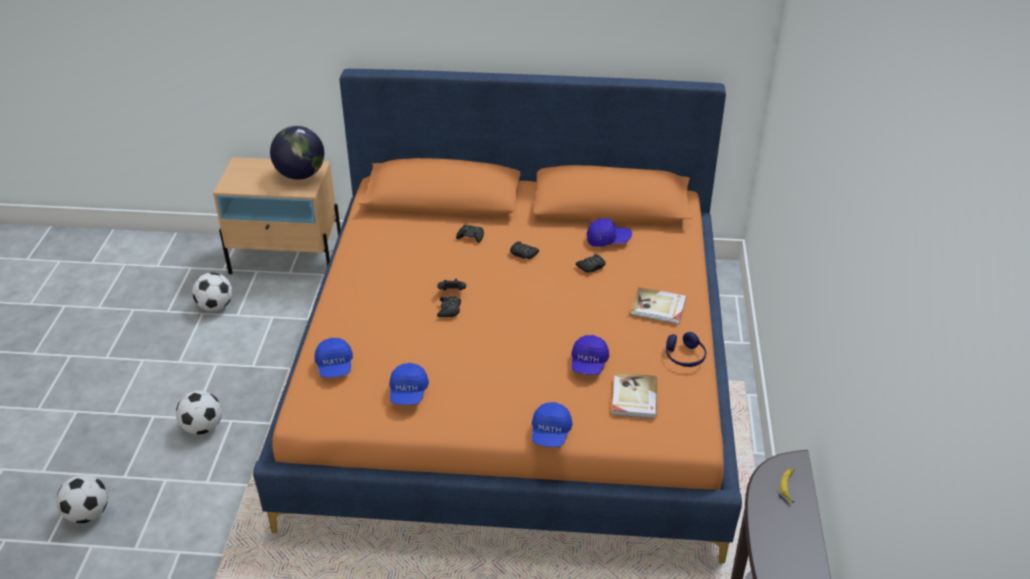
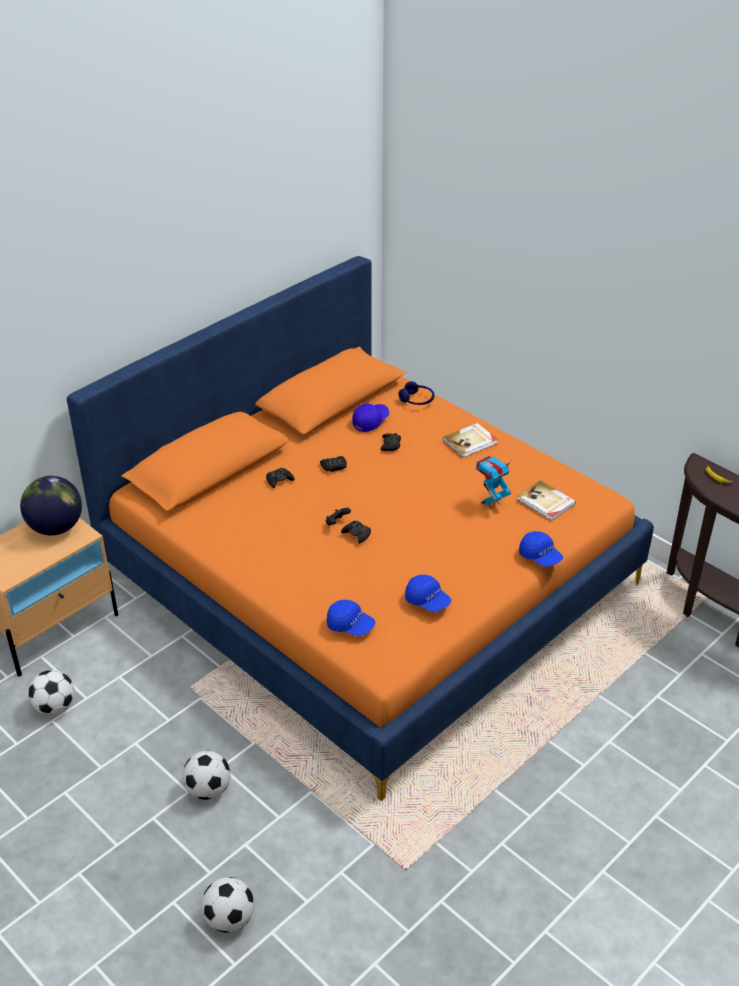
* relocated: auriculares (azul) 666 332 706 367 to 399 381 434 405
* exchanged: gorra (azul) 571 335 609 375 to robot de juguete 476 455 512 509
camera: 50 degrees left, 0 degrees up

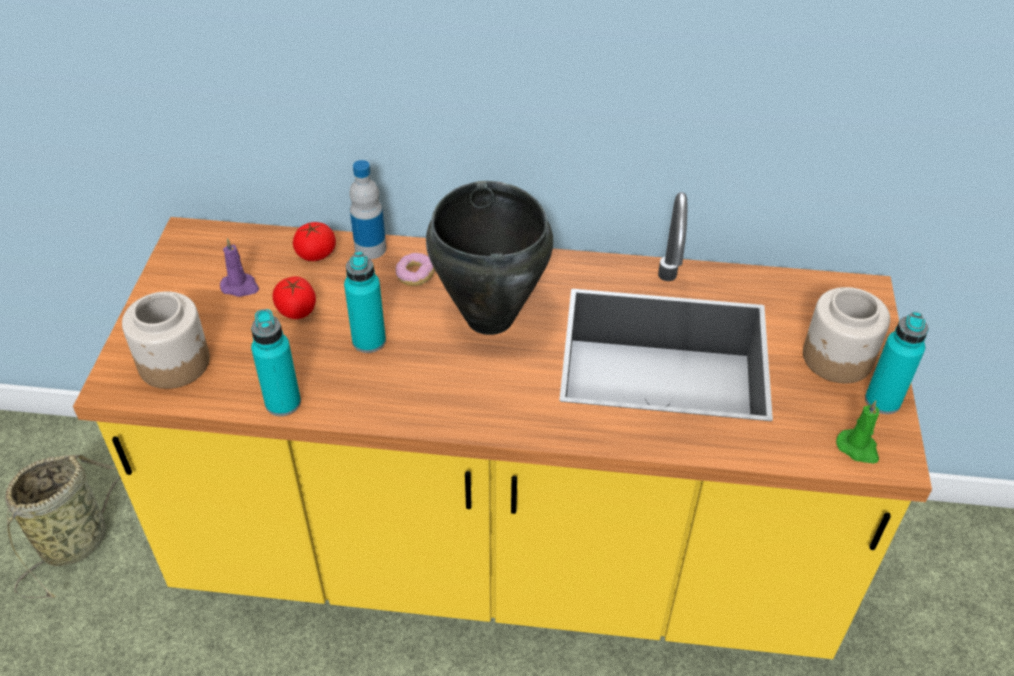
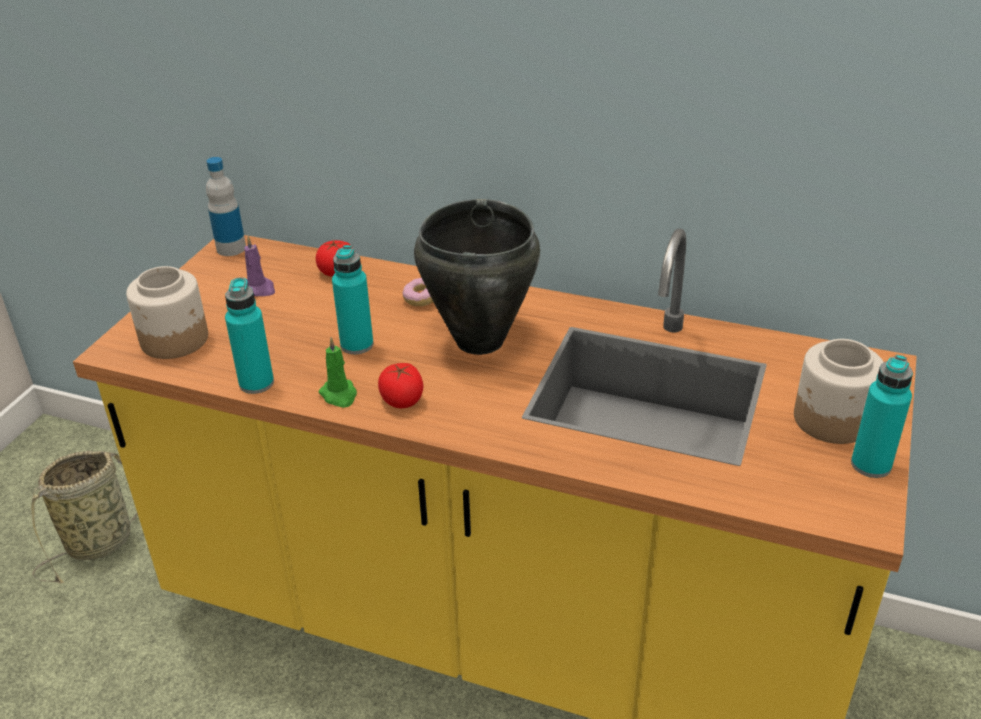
* relocated: botella 349 160 386 259 to 206 157 246 256
* relocated: vela (verde) 836 400 879 463 to 318 337 357 408
* relocated: tomate 273 276 316 319 to 378 363 423 408
camera: 15 degrees right, 10 degrees down

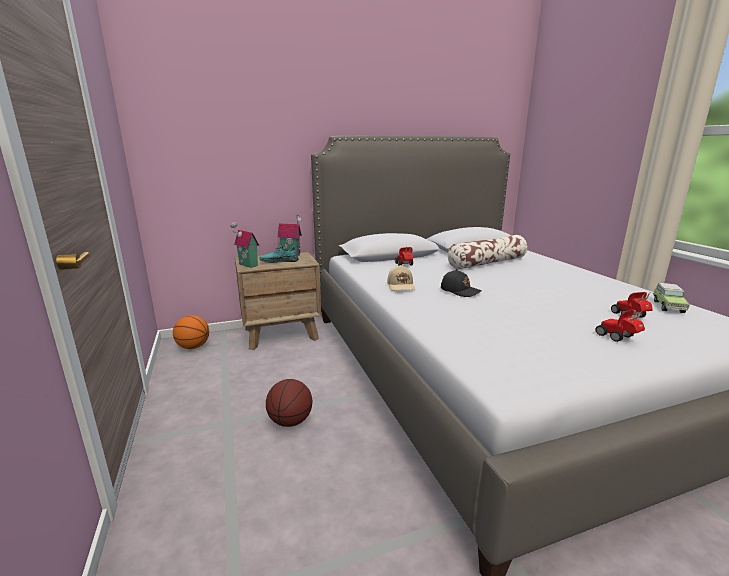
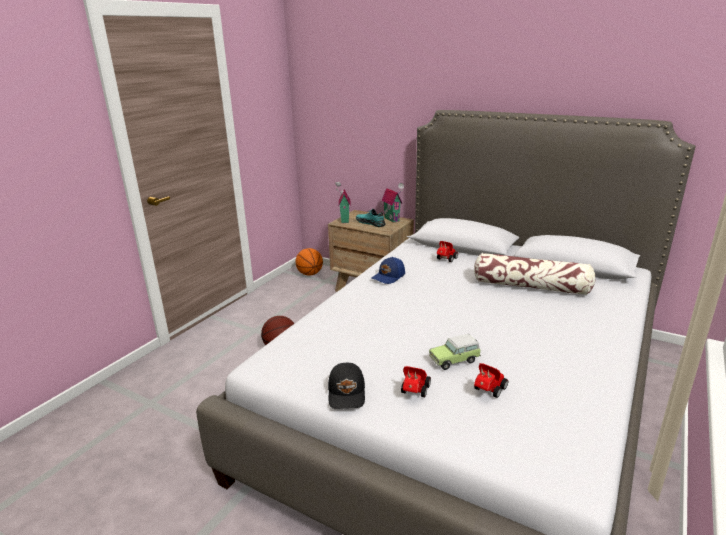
* relocated: gorra (negro) 441 270 482 297 to 328 363 365 409
* colour: gorra (beis) 387 265 415 291 to gorra (azul) 371 257 405 284
* relocated: coche de juguete 653 283 690 313 to 429 334 481 370
camera: 50 degrees right, 5 degrees up

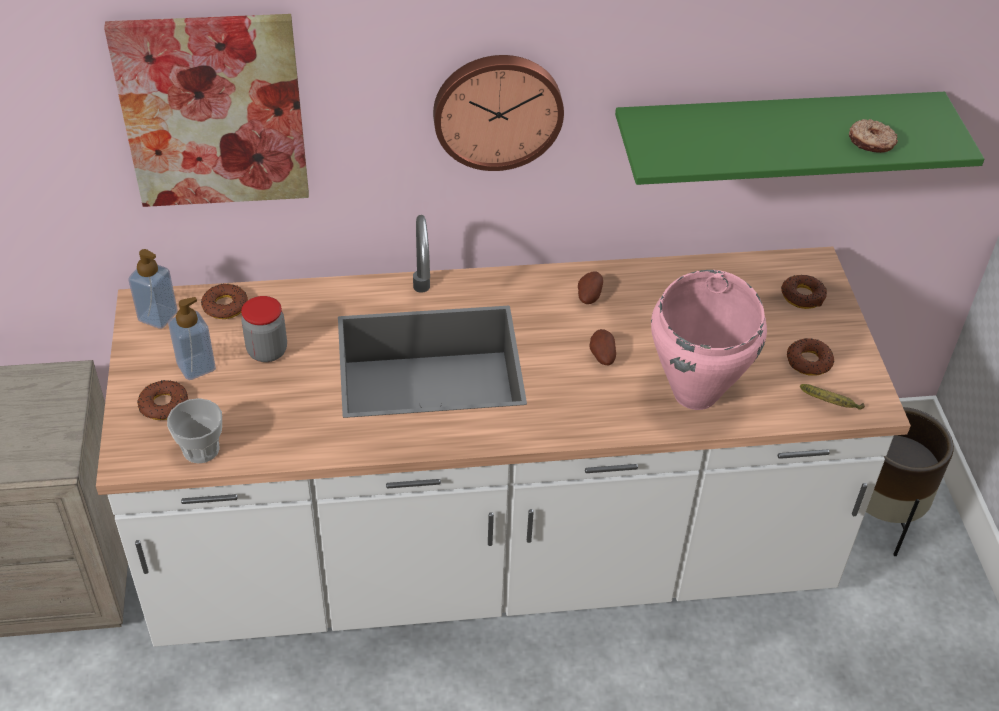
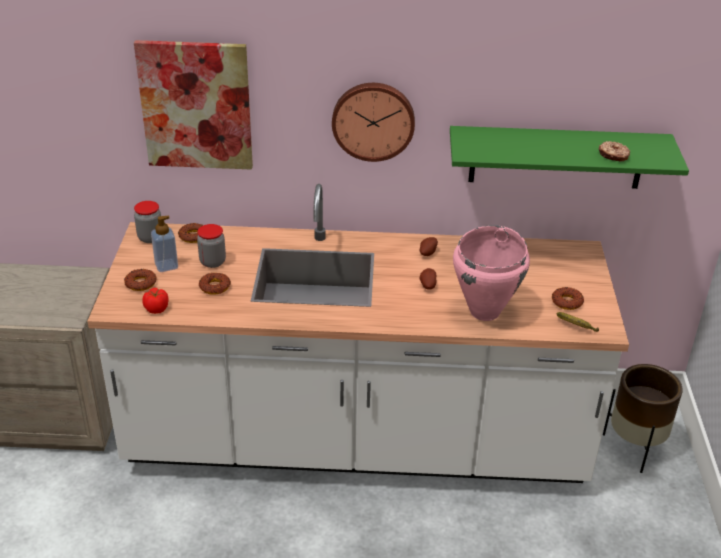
* exchanged: dispensador de jabón 128 249 178 329 to tarro 134 201 161 243
* exchanged: taza 167 398 222 463 to tomate 143 288 169 314
* relocated: rosquilla 781 275 827 309 to 199 273 231 295
camera: 10 degrees right, 10 degrees down

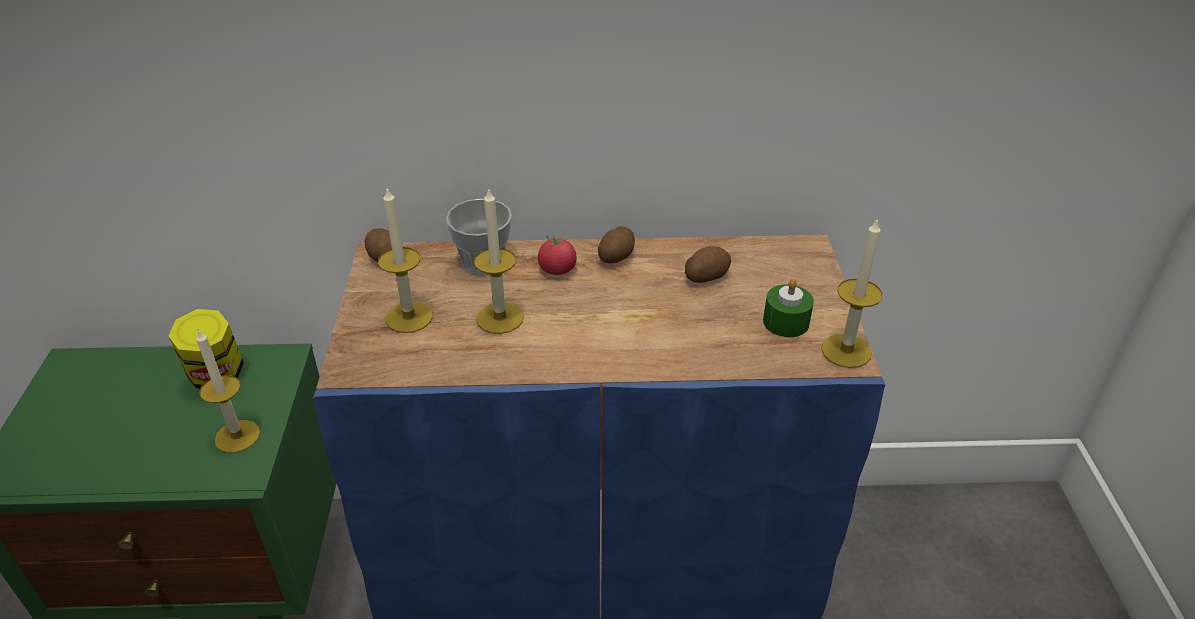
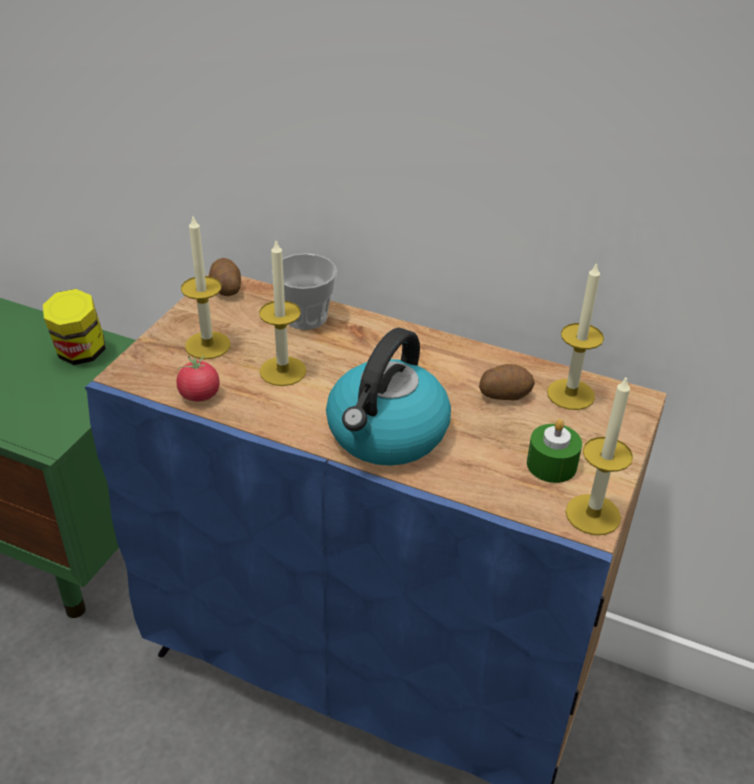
* relocated: tomate 538 232 577 275 to 176 356 220 402
* appeared: hervidor 326 328 451 466
* relocated: vela 196 329 260 453 to 547 262 604 410
* missing: patata 598 226 635 263
camera: 25 degrees right, 0 degrees up

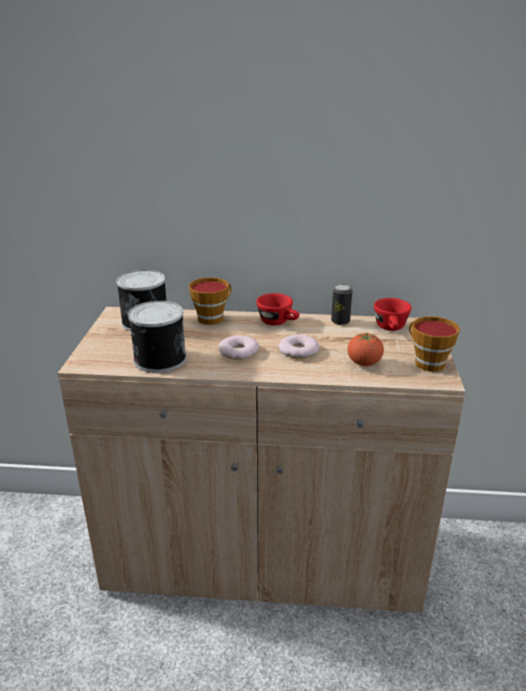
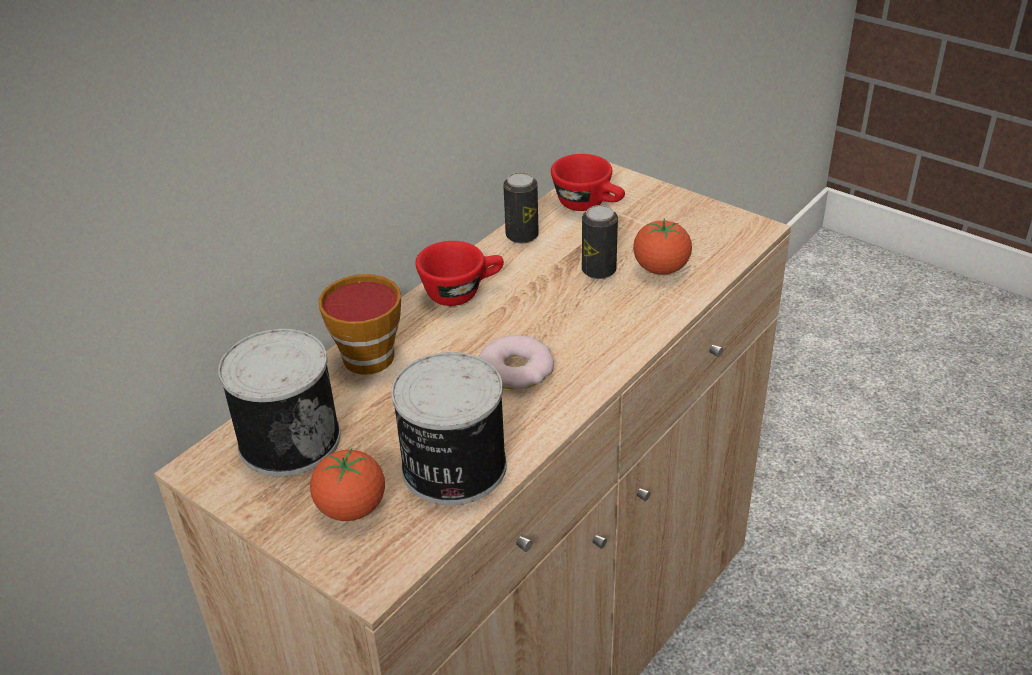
* appeared: tomate 310 448 385 521
* appeared: lata 582 205 618 279
* missing: rosquilla 278 334 320 359
* missing: taza 409 316 460 372
camera: 55 degrees left, 10 degrees up

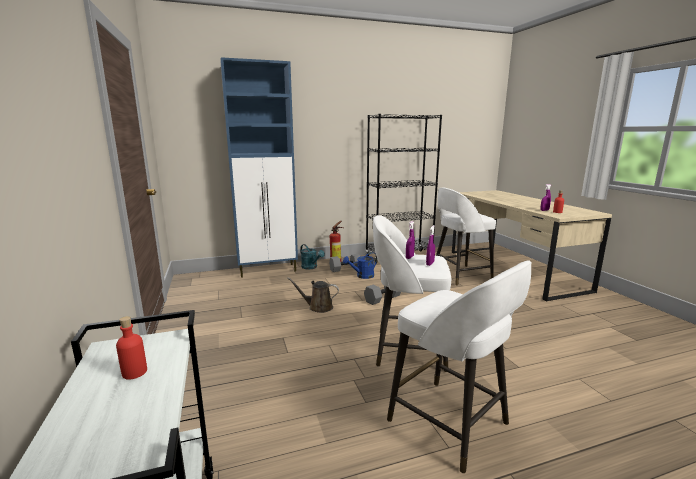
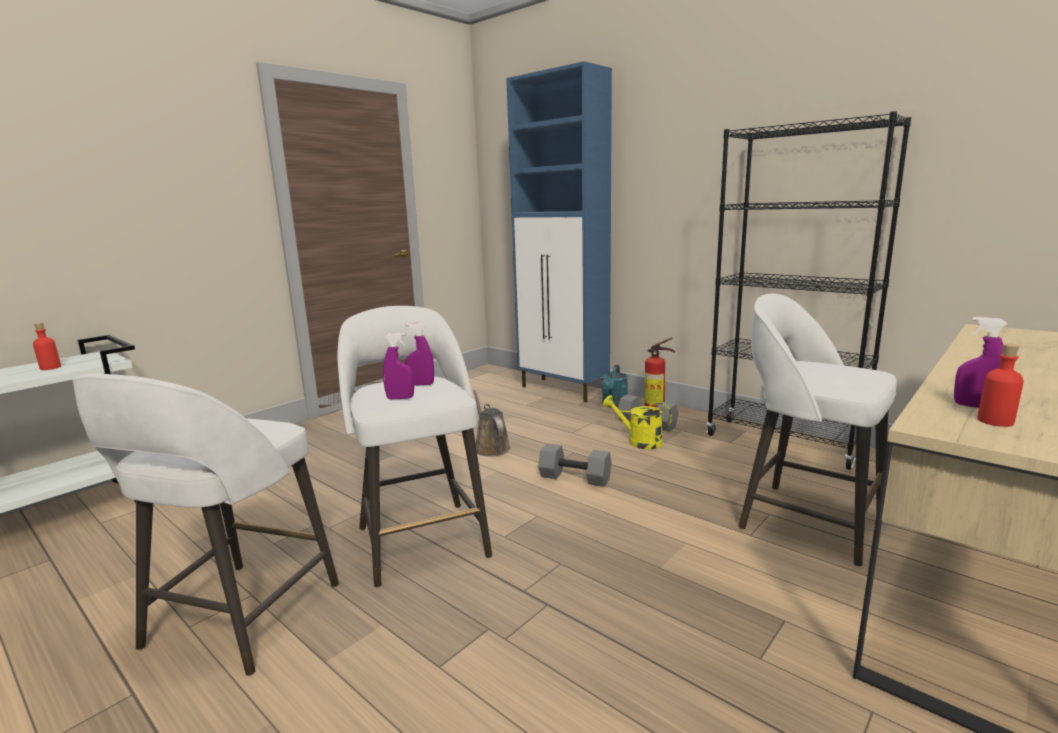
* colour: regadera (azul) 343 252 377 279 to regadera (amarillo) 602 395 672 449
camera: 60 degrees right, 0 degrees up

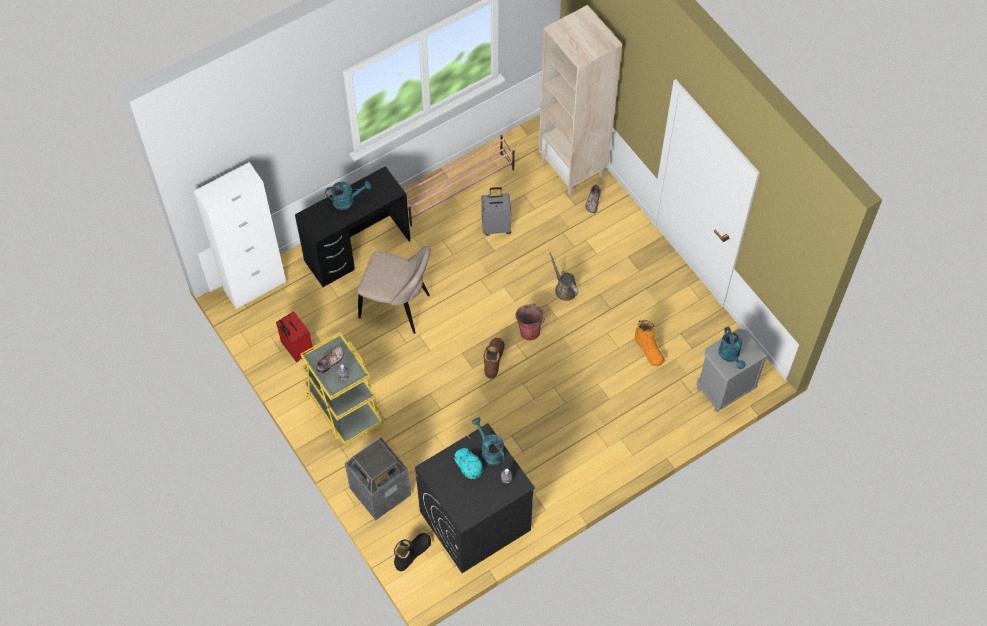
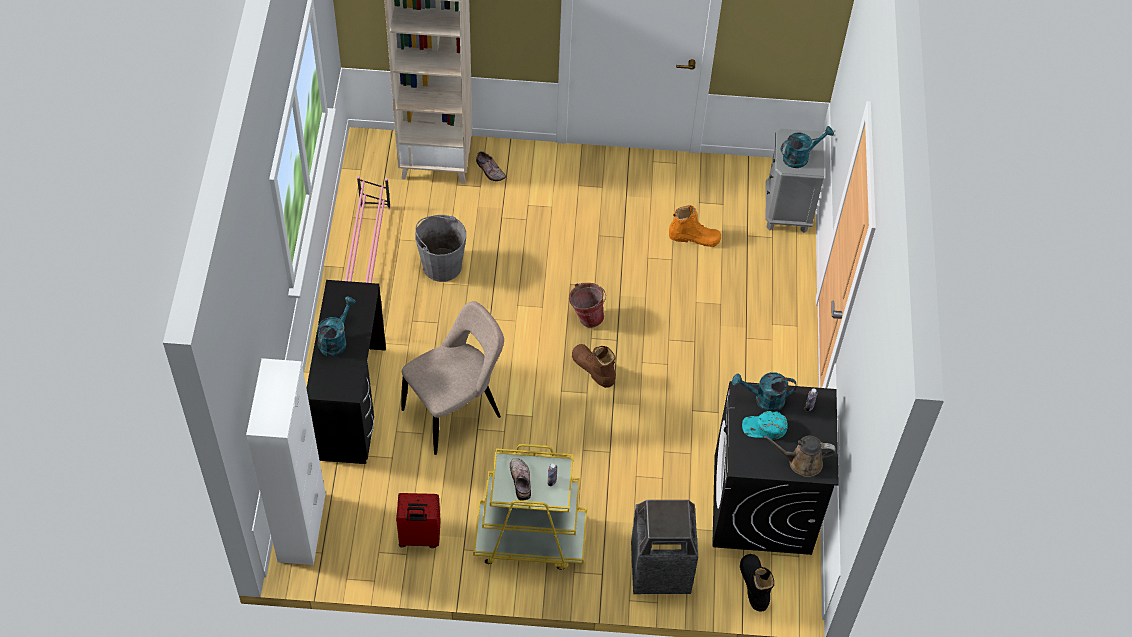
* exchanged: maleta (gris) 481 187 511 236 to cubo (gris) 415 215 466 282
* relocated: regadera (marrón) 549 253 578 301 to 763 436 836 477
* spun: regadera (turquesa) 719 327 746 369 = 781 126 834 168 45 degrees counterclockwise
camera: 55 degrees left, 5 degrees down

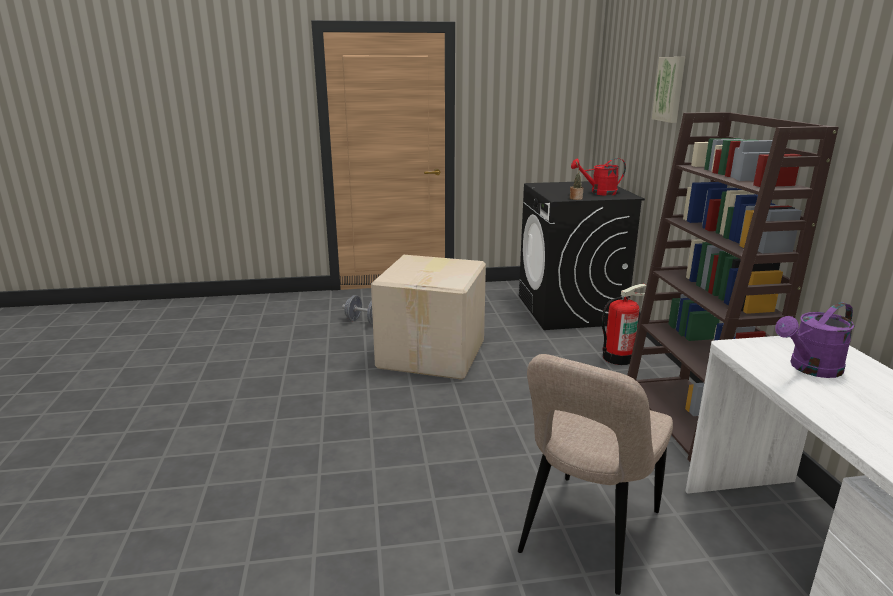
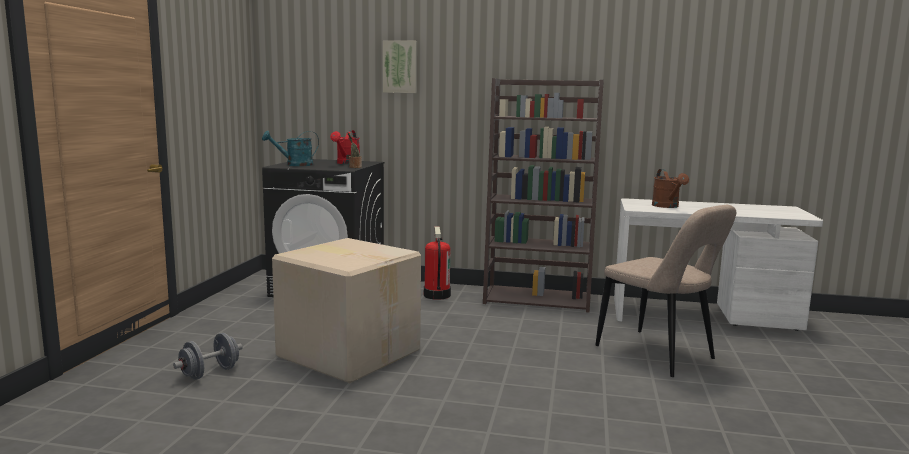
* appeared: regadera (turquesa) 262 131 319 166
* colour: regadera (morado) 775 302 855 378 to regadera (marrón) 652 169 689 208
camera: 70 degrees left, 10 degrees down

